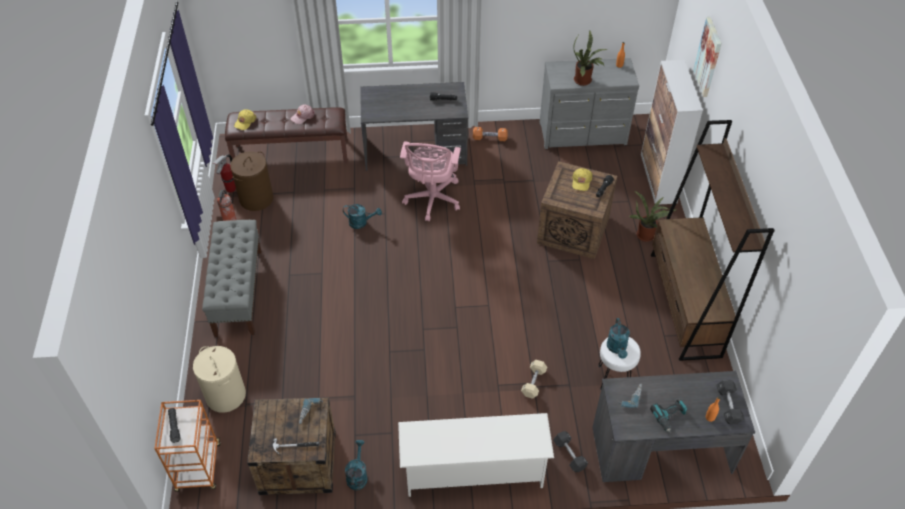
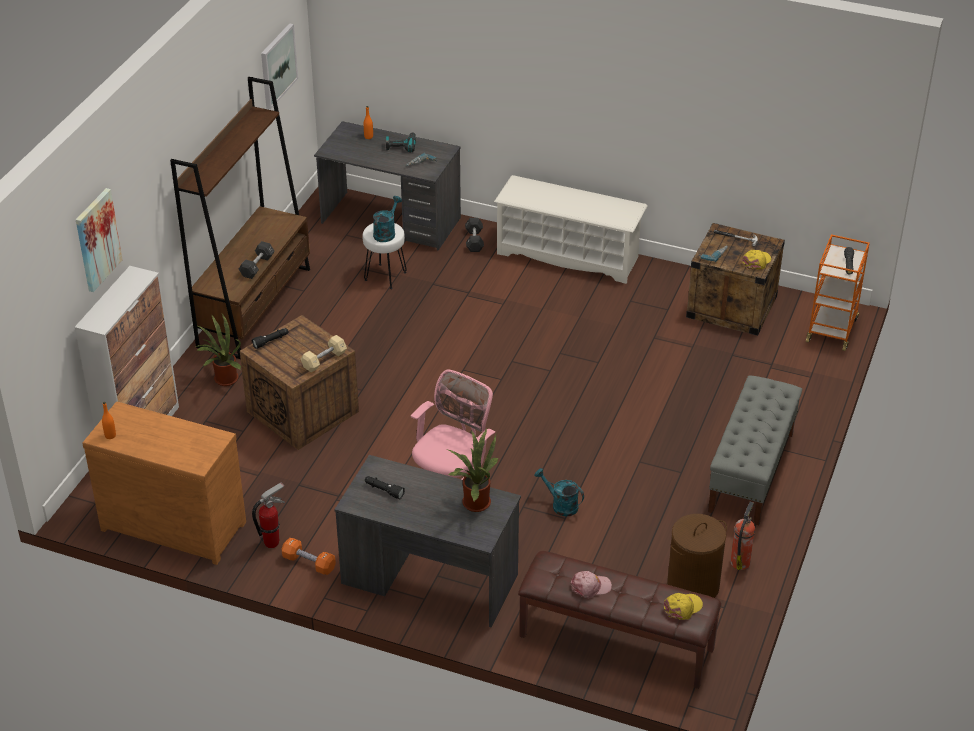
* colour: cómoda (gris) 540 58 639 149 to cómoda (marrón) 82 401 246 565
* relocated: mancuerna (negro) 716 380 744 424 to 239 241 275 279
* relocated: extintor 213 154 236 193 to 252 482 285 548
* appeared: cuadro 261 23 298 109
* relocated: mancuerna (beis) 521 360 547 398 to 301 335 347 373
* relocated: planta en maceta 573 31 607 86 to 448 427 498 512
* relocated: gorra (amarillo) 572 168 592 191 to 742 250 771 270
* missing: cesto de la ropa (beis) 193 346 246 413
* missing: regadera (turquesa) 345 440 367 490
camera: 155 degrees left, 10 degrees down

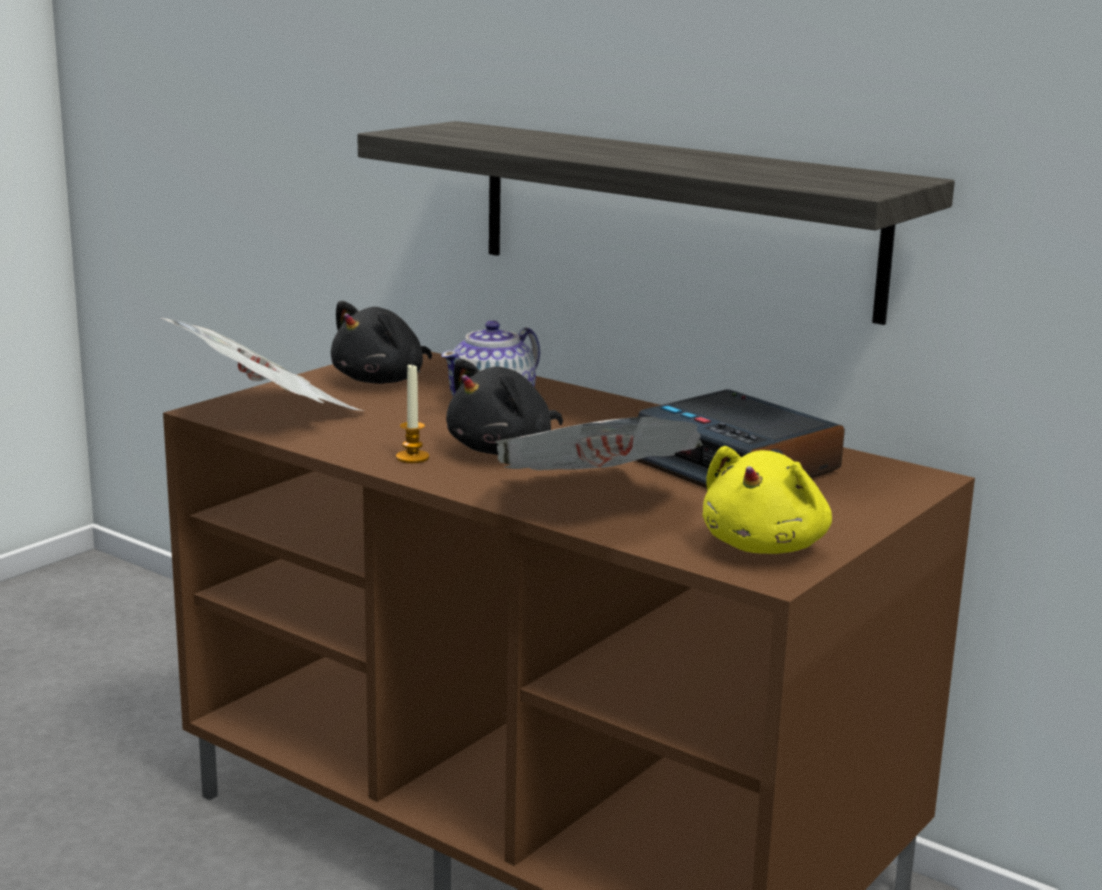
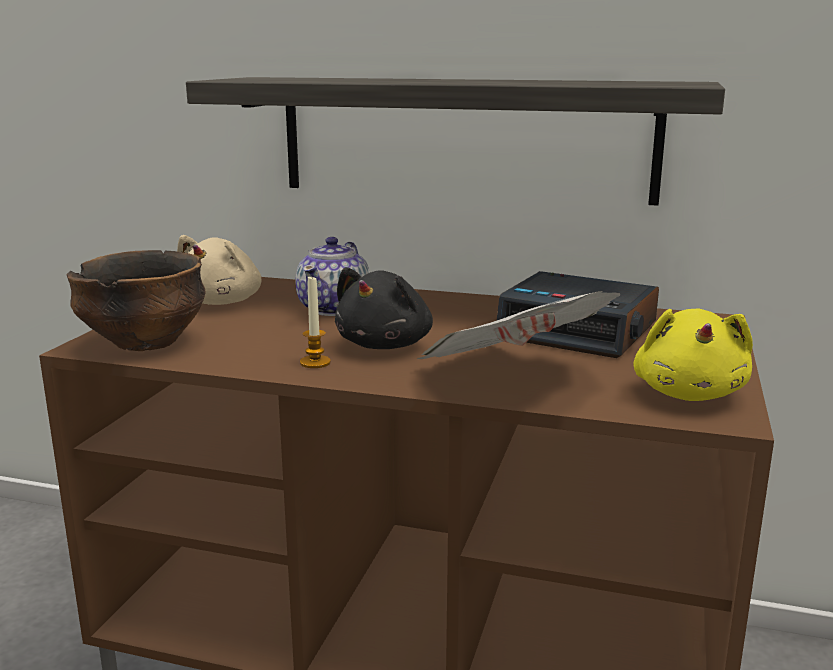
* exchanged: periódico 161 318 365 411 to cuenco 67 250 206 351
* colour: peluche (negro) 331 301 432 384 to peluche (beis) 177 235 261 305
camera: 20 degrees left, 0 degrees up

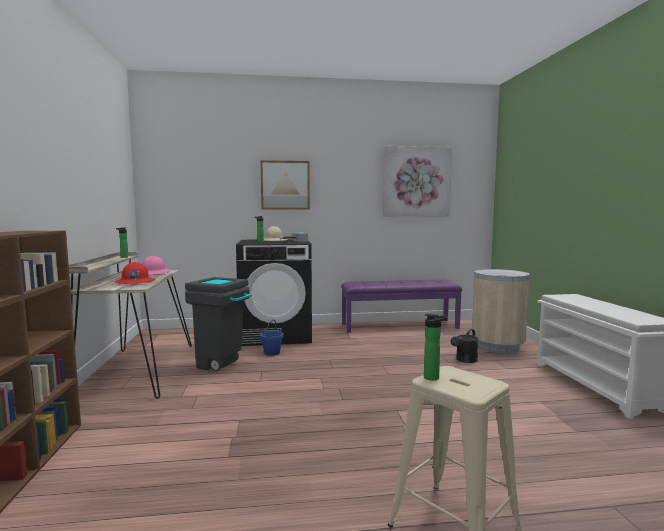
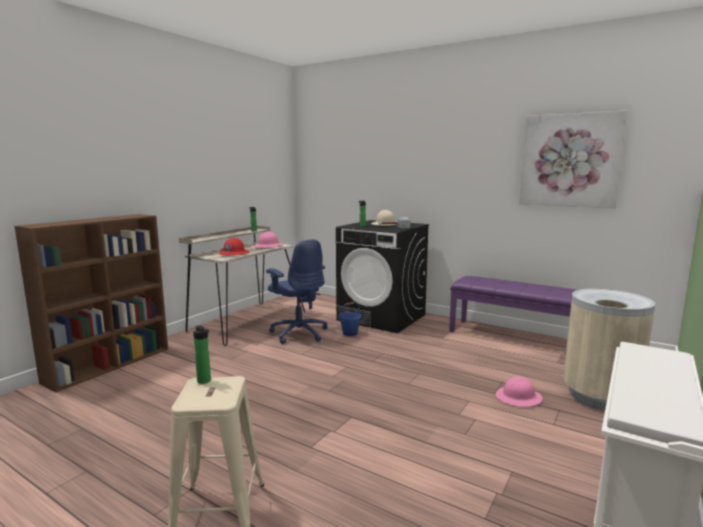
* exchanged: papelera (gris) 185 277 252 371 to silla de oficina (azul) 266 239 327 344
* exchanged: regadera (negro) 451 329 478 363 to casco (rosa) 496 376 542 407
* missing: cuadro 260 160 310 210
camera: 40 degrees right, 5 degrees up

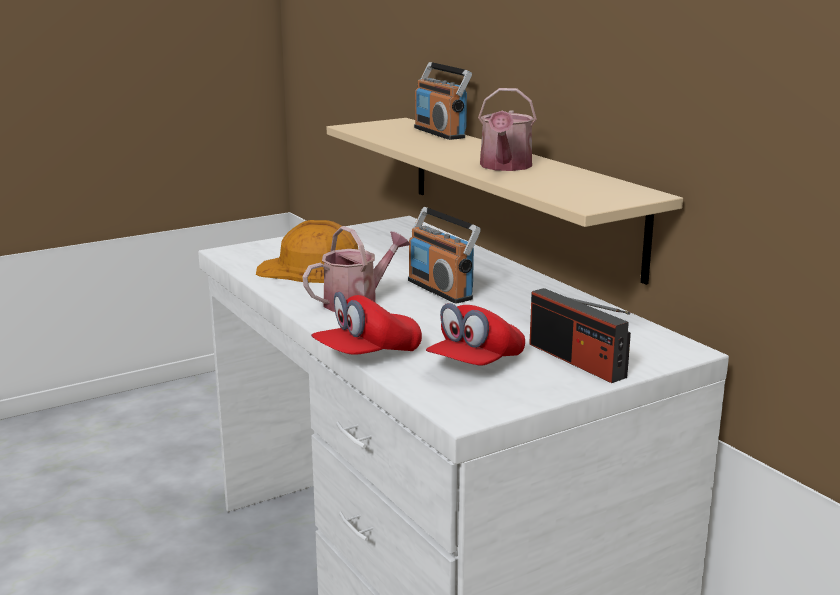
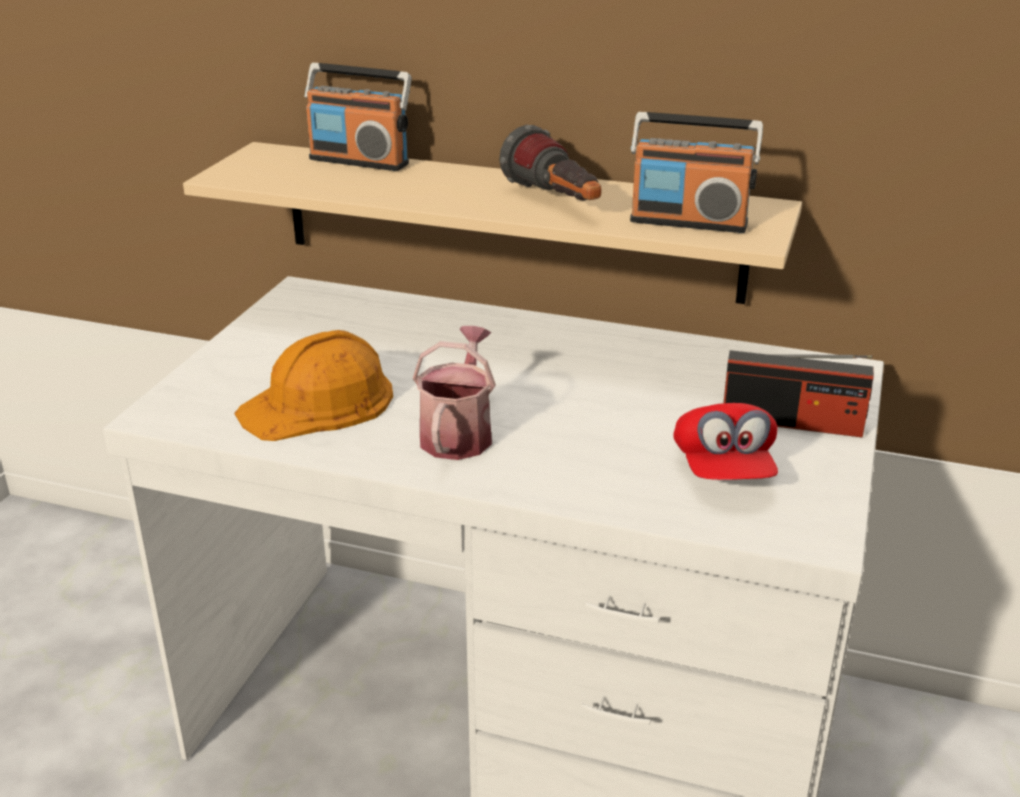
* exchanged: regadera 478 88 537 171 to linterna 499 125 602 201
* relocated: radio 408 207 481 304 to 630 112 763 233
* missing: gorra (rojo) 311 291 422 355
camera: 40 degrees left, 10 degrees up

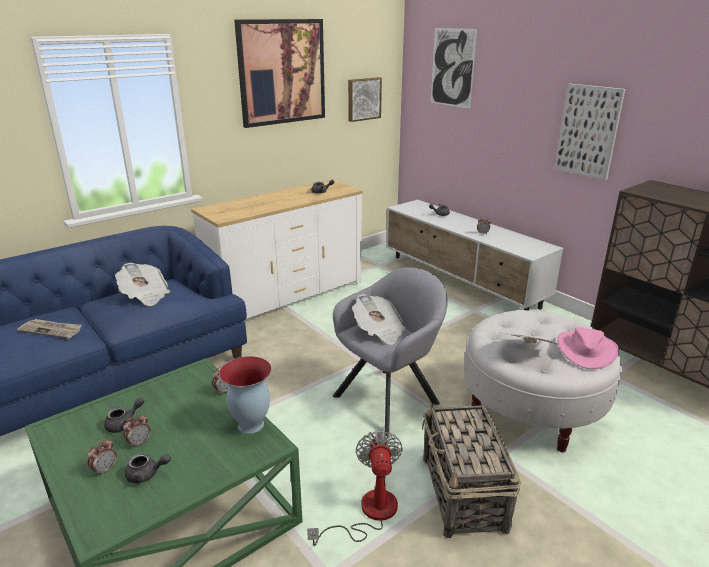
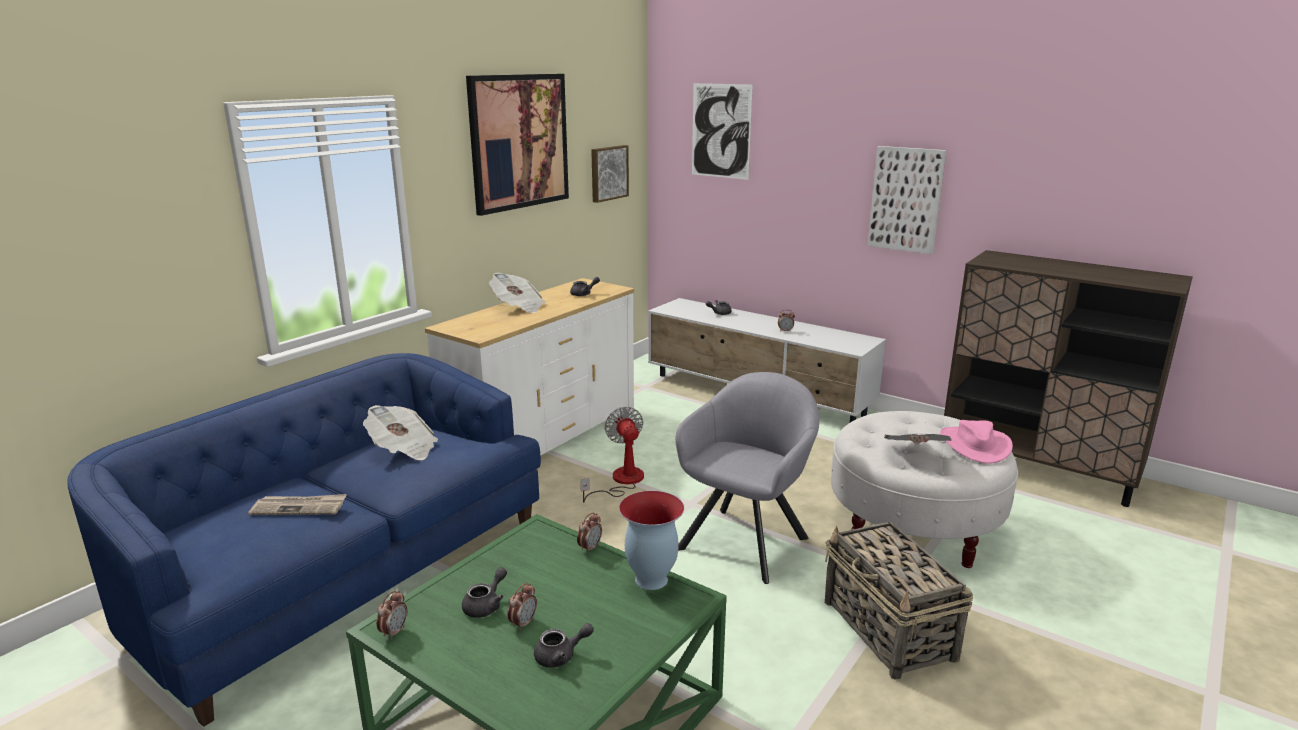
* relocated: despertador 87 439 117 476 to 376 591 408 640
* relocated: periódico 352 294 406 345 to 489 273 546 313
* relocated: ventilador 307 430 403 546 to 580 407 644 503
camera: 15 degrees left, 5 degrees down

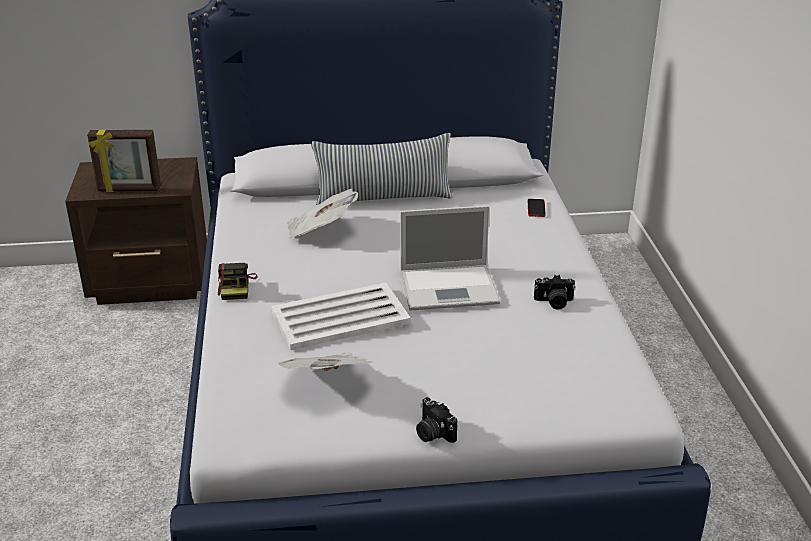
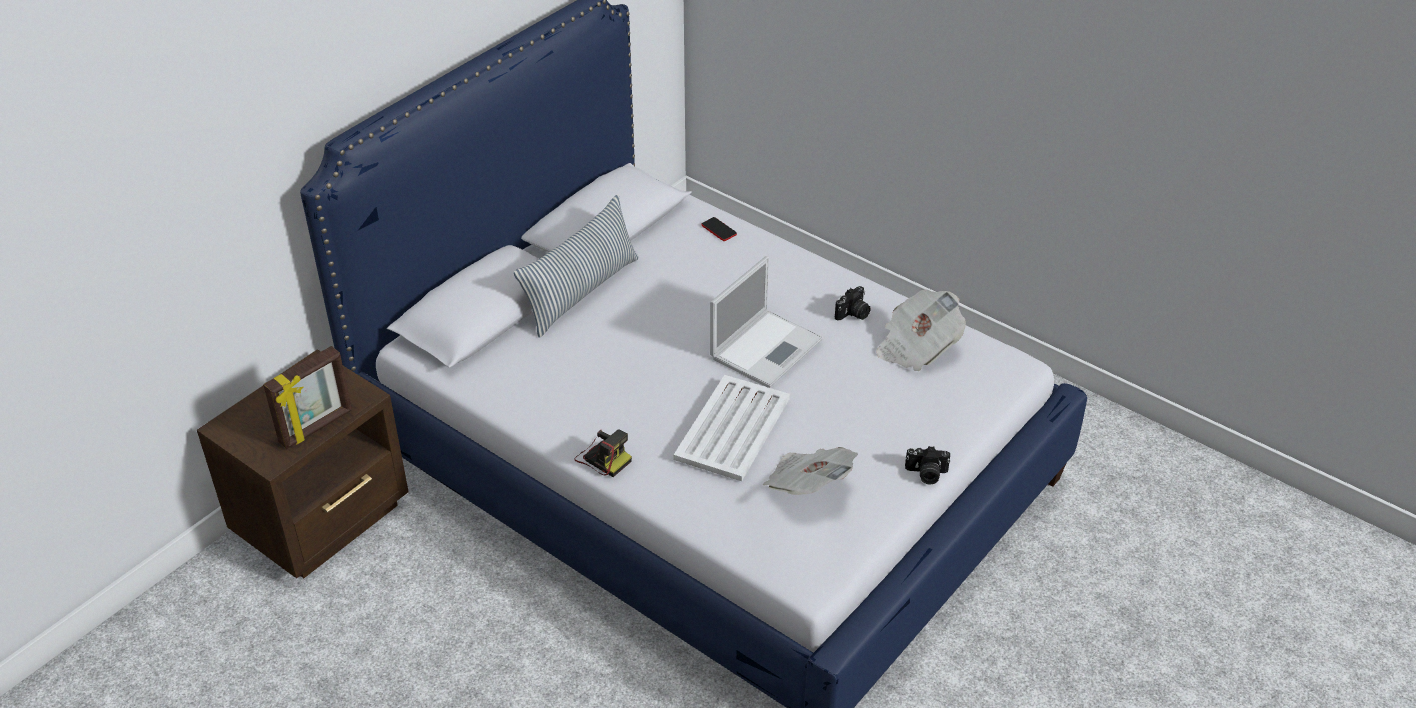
* relocated: periódico 288 189 358 239 to 876 289 966 371
camera: 45 degrees left, 10 degrees up

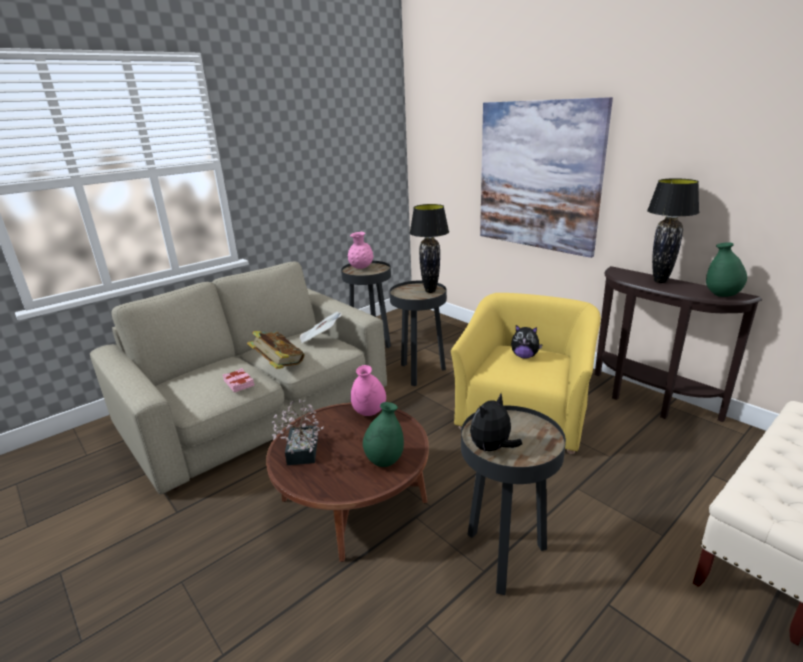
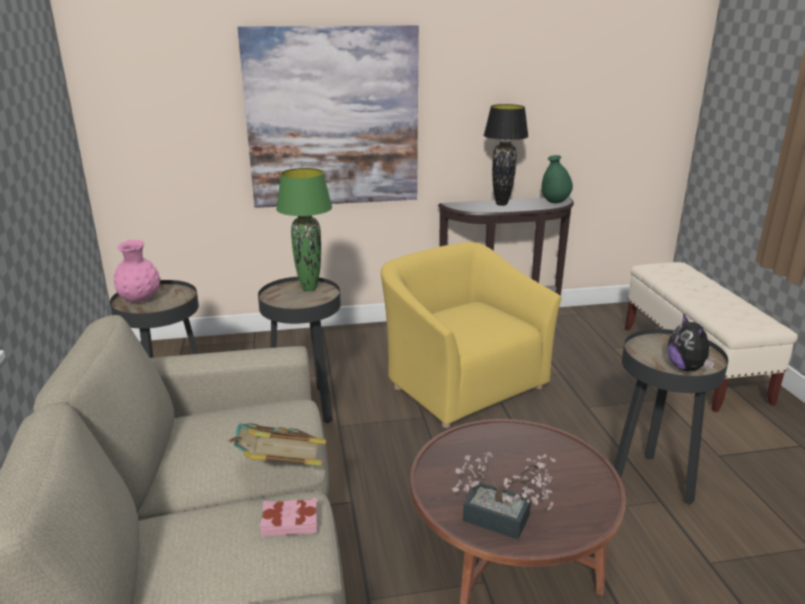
* colour: lámpara de mesa (negro) 410 204 449 293 to lámpara de mesa (verde) 276 168 332 291
* missing: periódico 300 311 342 344
* missing: florero (rosa) 351 365 386 416
* missing: florero (verde) 363 402 404 467
* missing: peluche 511 325 543 359
camera: 60 degrees left, 0 degrees up

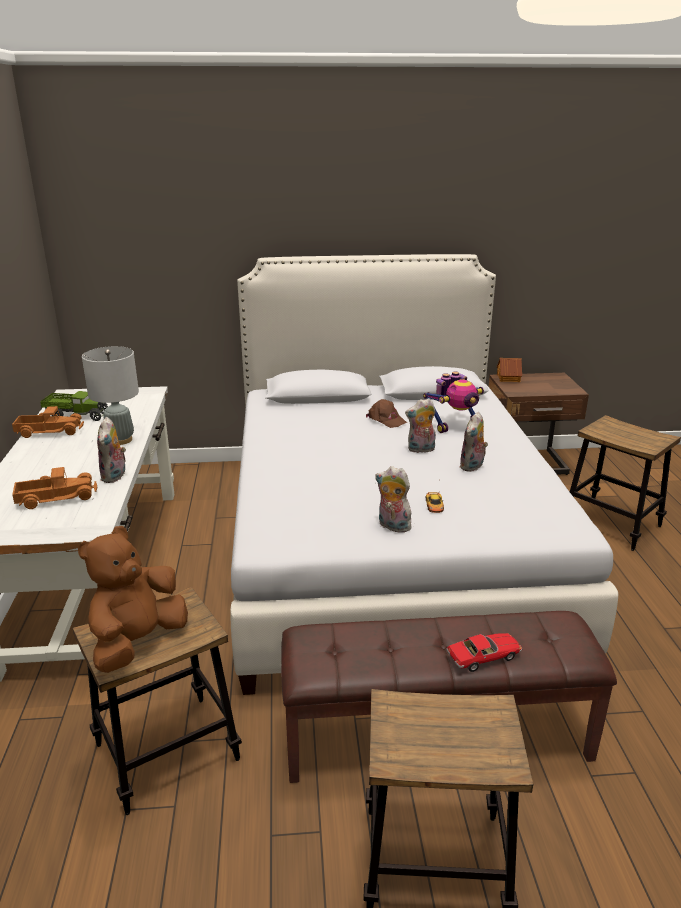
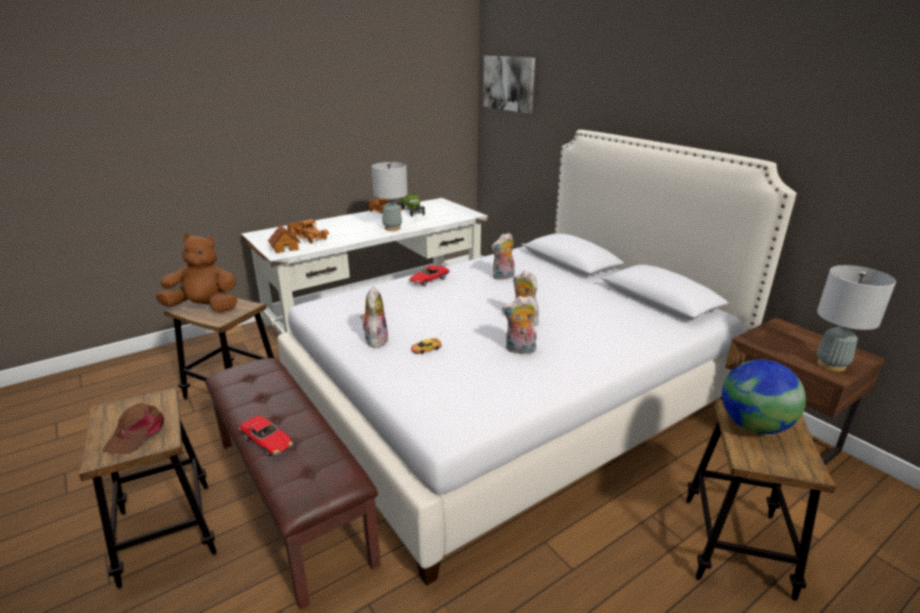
* relocated: gorra (marrón) 366 399 407 428 to 103 403 164 454
* relocated: casita 497 358 522 382 to 268 225 301 253
* appeared: coche de juguete 409 265 450 286
* appeared: cuadro 483 56 535 114
* relocated: peluche 97 417 126 483 to 491 233 515 280
* appeared: globo terráqueo 722 359 806 434
* appeared: lámpara de mesa (gris) 817 265 896 372
* missing: robot de juguete 423 372 484 433
camera: 60 degrees right, 0 degrees up

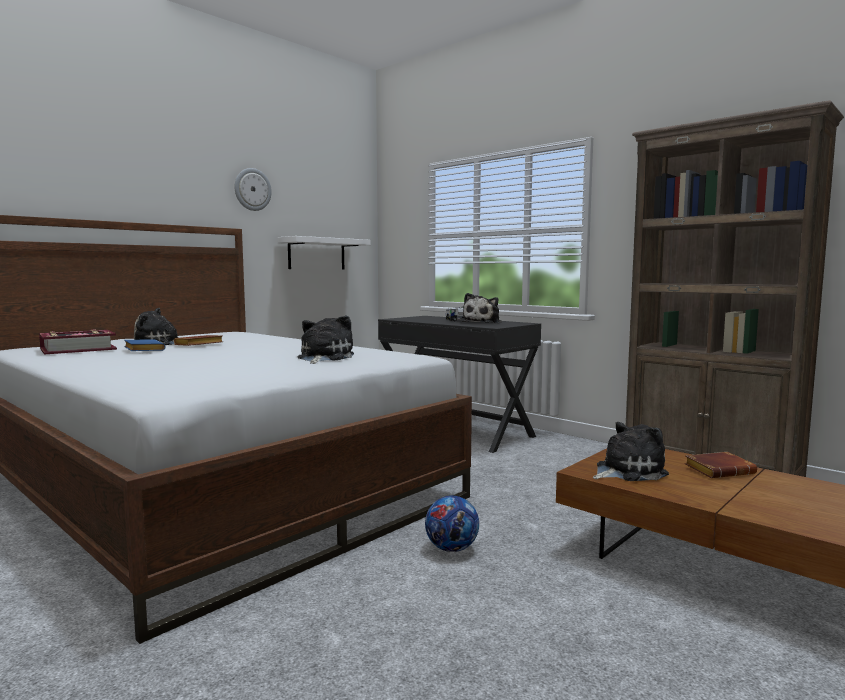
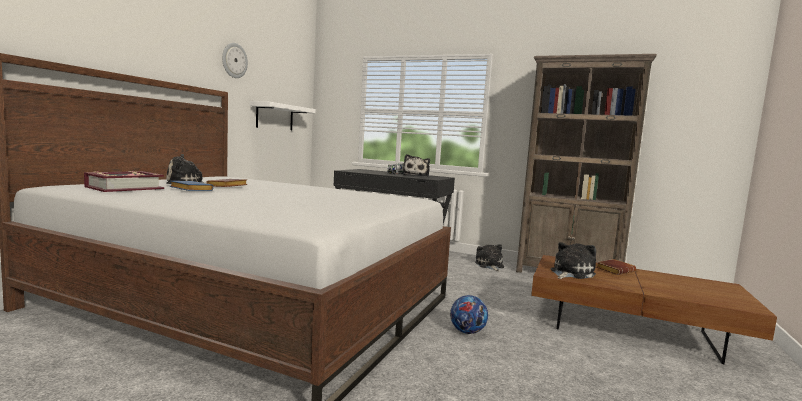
* relocated: peluche 298 316 354 364 to 475 244 504 272
camera: 20 degrees left, 0 degrees up

